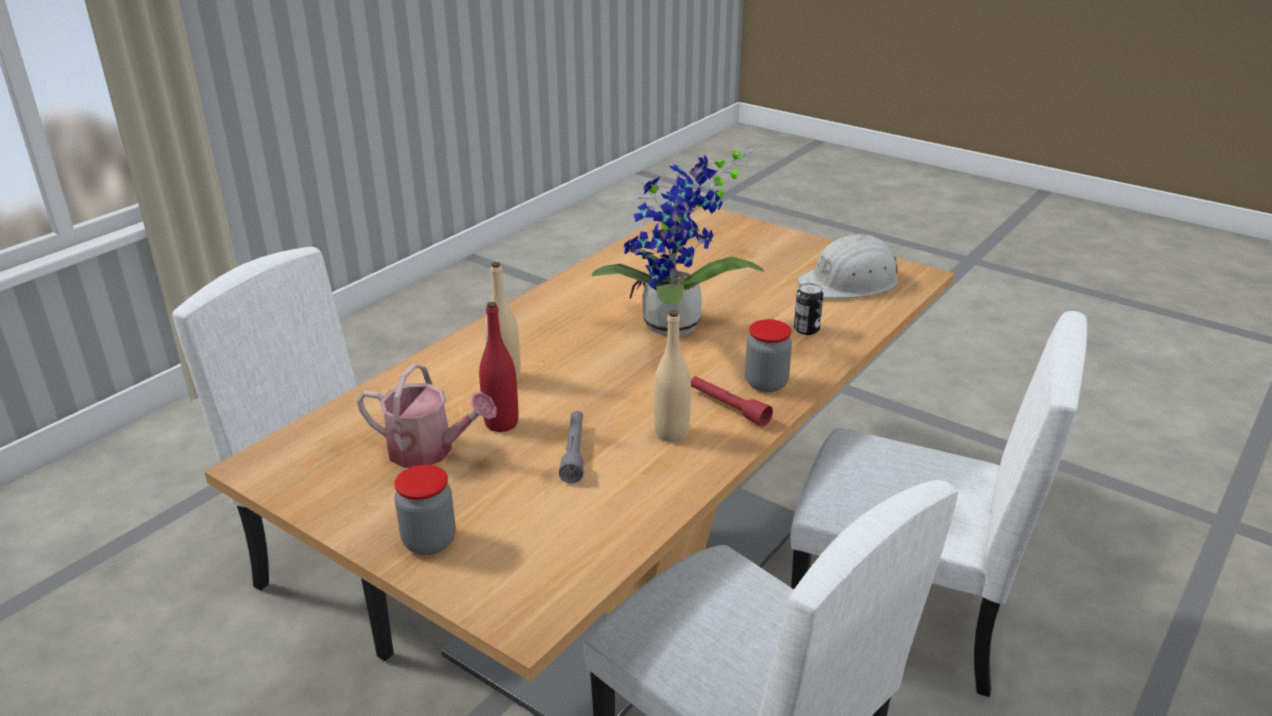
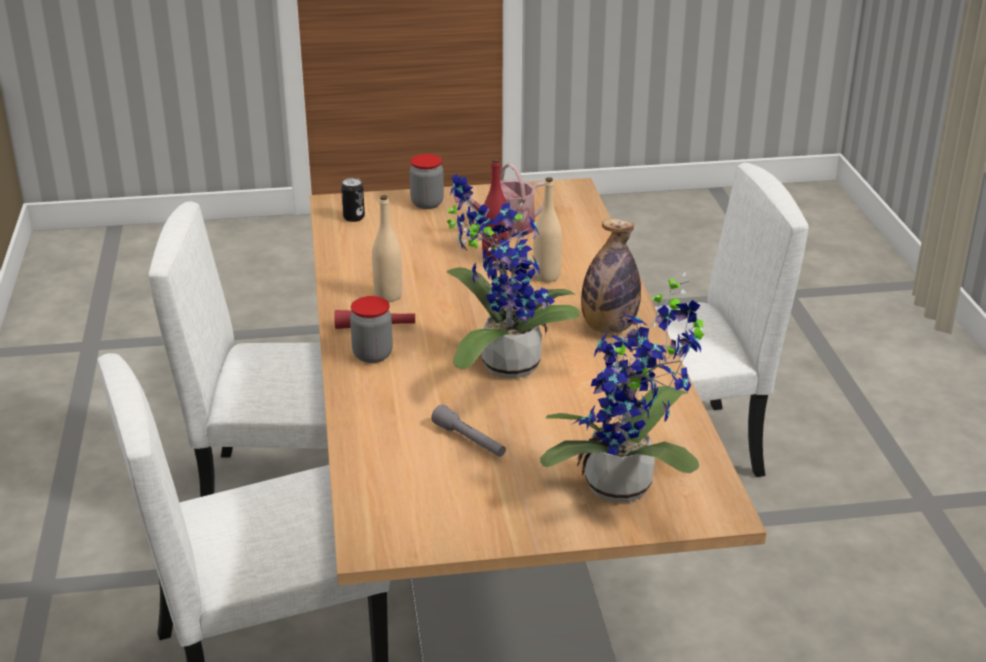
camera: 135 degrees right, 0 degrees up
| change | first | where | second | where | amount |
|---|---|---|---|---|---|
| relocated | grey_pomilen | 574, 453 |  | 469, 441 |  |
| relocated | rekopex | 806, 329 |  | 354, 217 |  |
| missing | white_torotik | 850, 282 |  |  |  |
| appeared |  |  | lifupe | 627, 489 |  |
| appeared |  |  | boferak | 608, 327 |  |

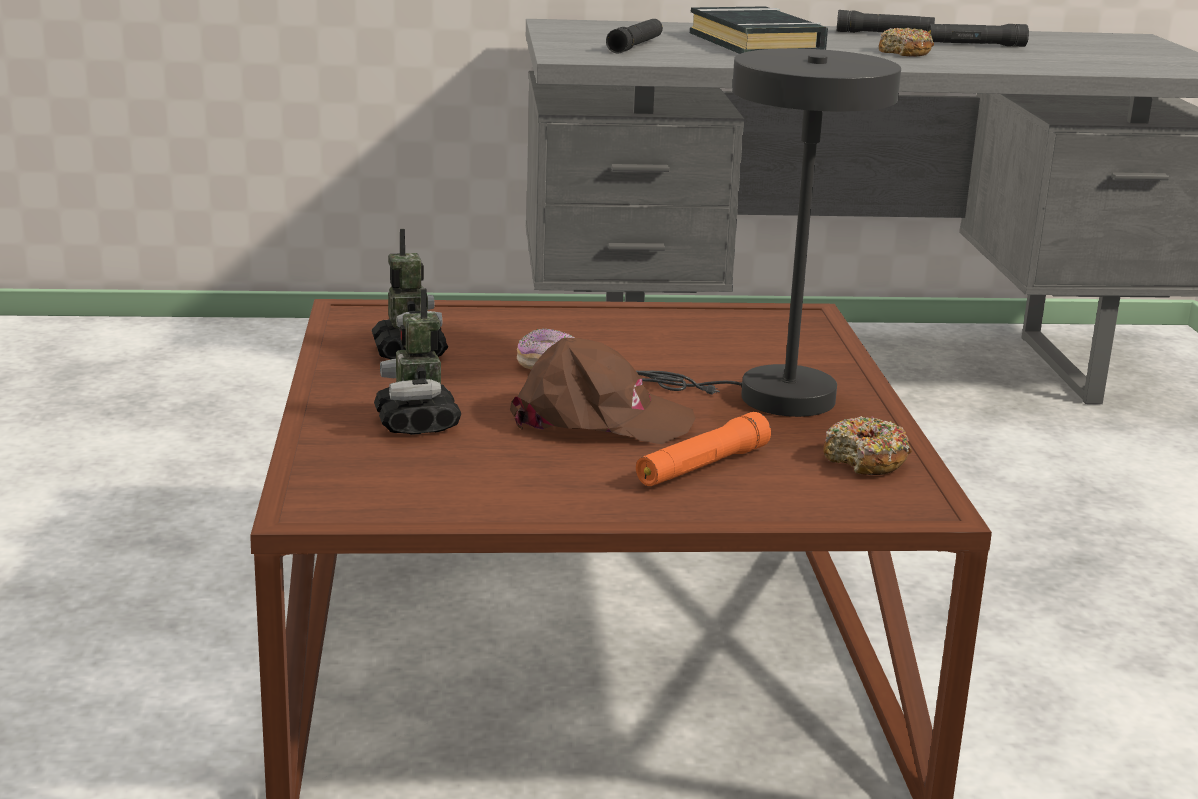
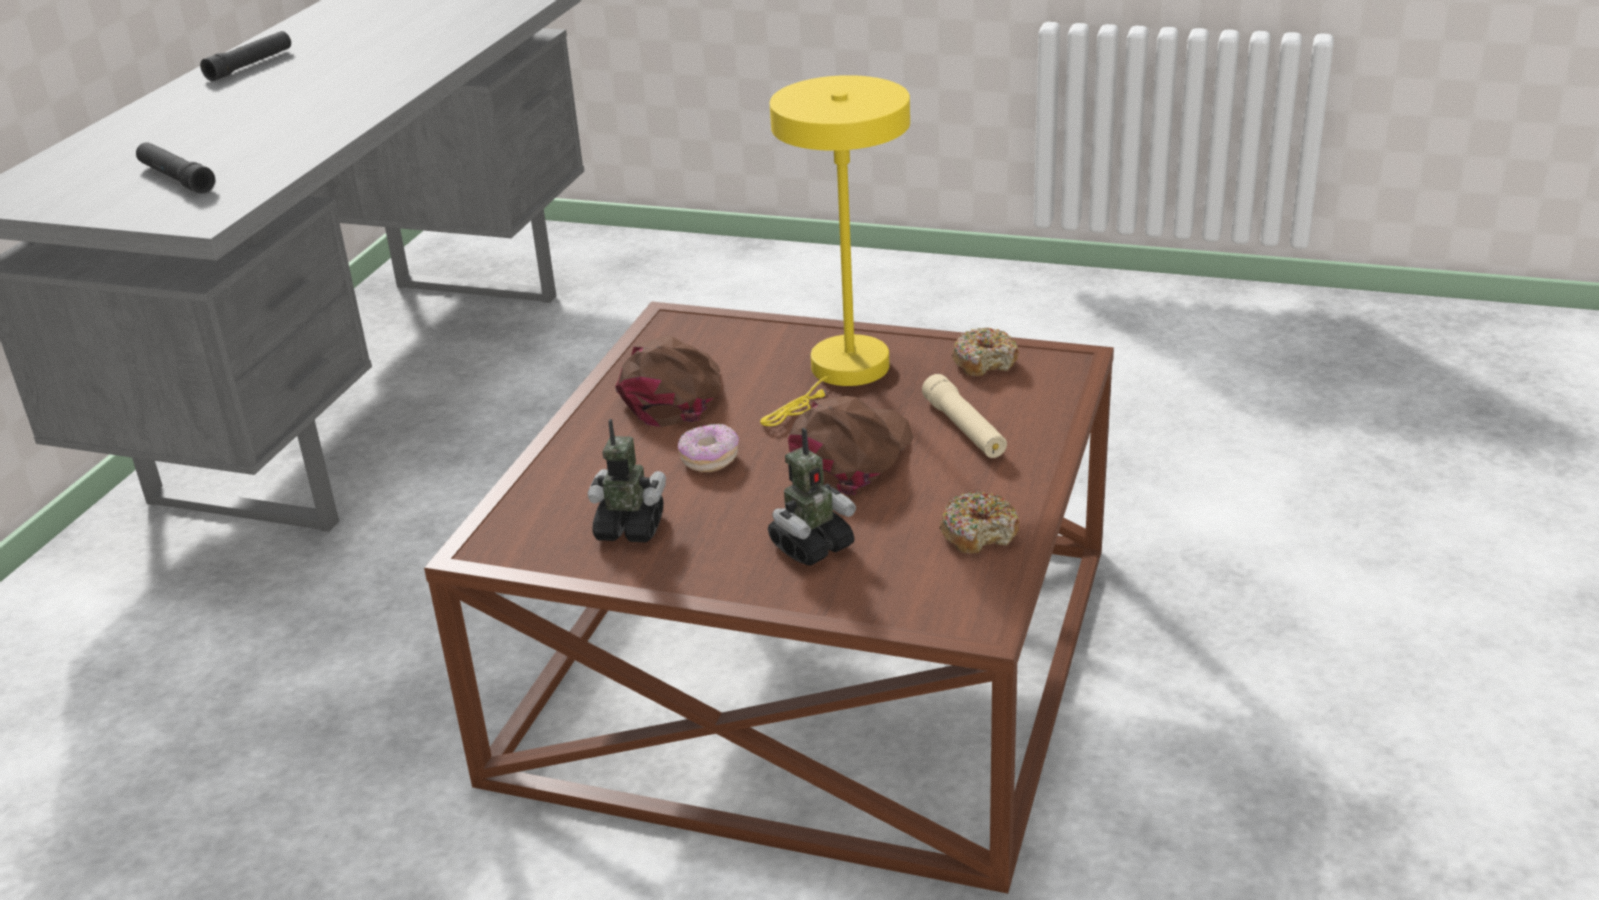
camera: 65 degrees left, 10 degrees up
| change | first | where | second | where | amount |
|---|---|---|---|---|---|
| spun | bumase | 417, 423 |  | 811, 546 | 45 degrees counterclockwise |
| colour | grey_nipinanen | 769, 397 | yellow_nipinanen | 842, 374 |  |
| colour | orange_pomilen | 702, 466 | beige_pomilen | 964, 429 |  |
| missing | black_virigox | 757, 43 |  |  |  |
| relocated | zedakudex | 905, 52 |  | 979, 533 |  |
| missing | black_pomilen | 975, 45 |  |  |  |
| appeared |  |  | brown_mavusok | 673, 392 |  |

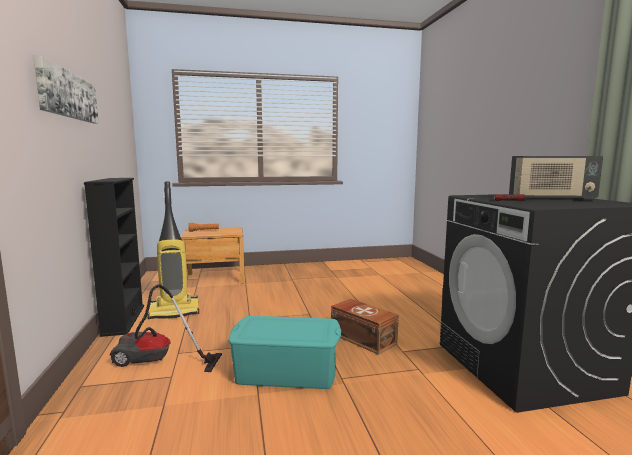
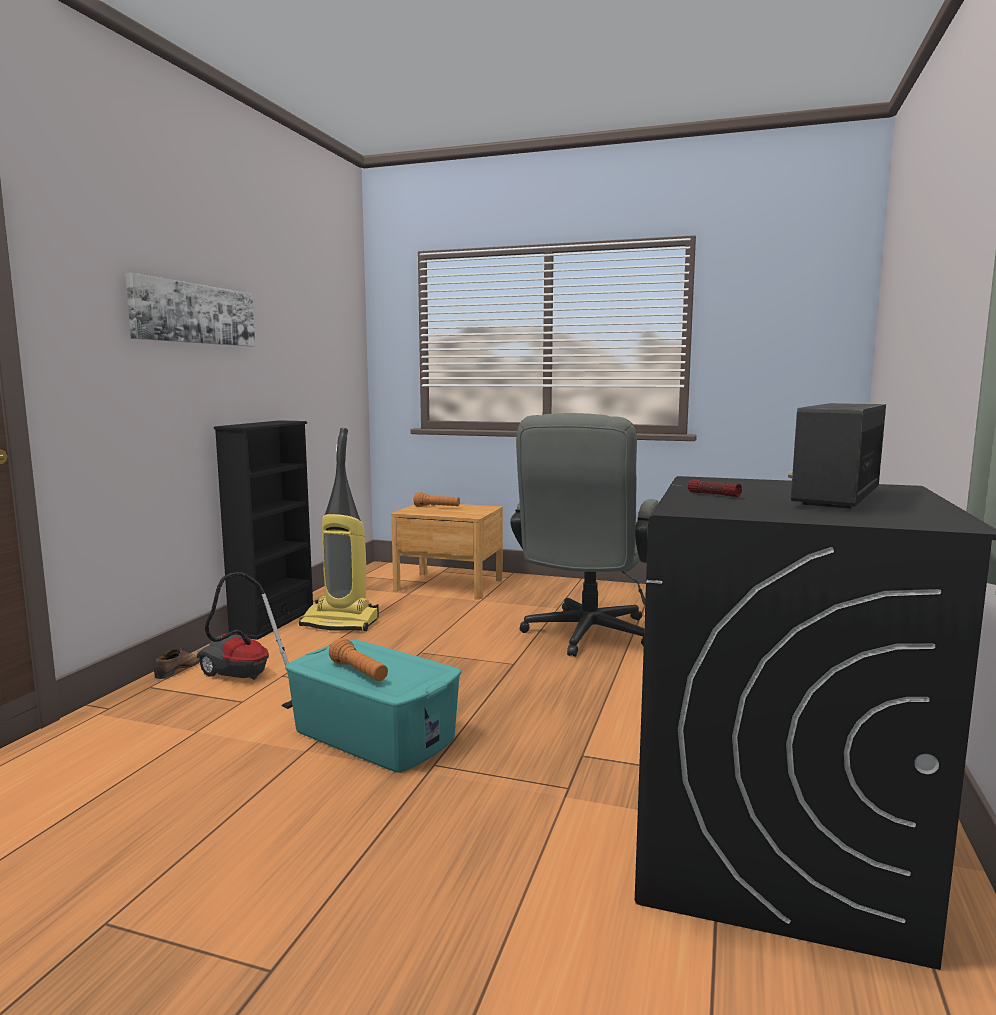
camera: 30 degrees right, 0 degrees up
| change | first | where | second | where | amount |
|---|---|---|---|---|---|
| missing | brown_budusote | 363, 338 |  |  |  |
| spun | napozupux | 551, 199 |  | 835, 498 | 90 degrees clockwise |
| appeared |  |  | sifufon | 180, 669 |  |
| appeared |  |  | orange_pomilen | 359, 673 |  |
| appeared |  |  | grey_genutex | 584, 637 |  |

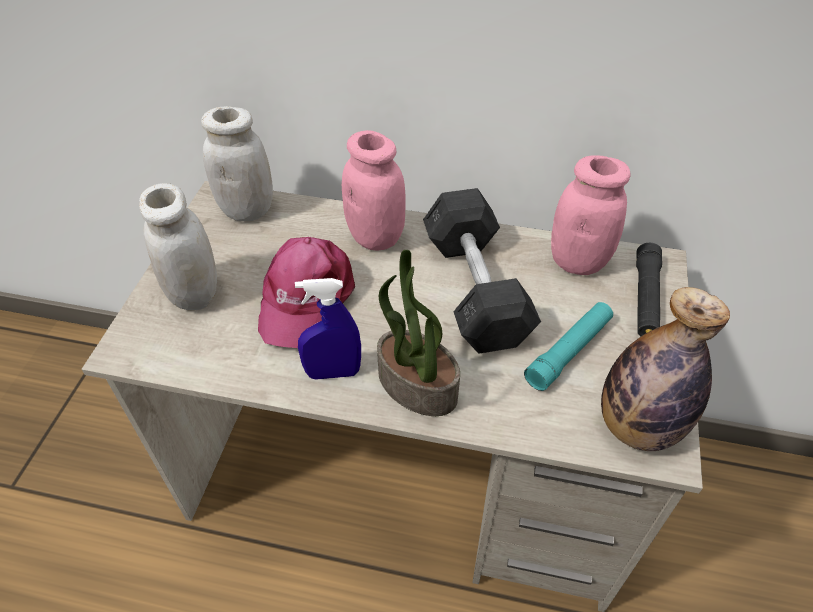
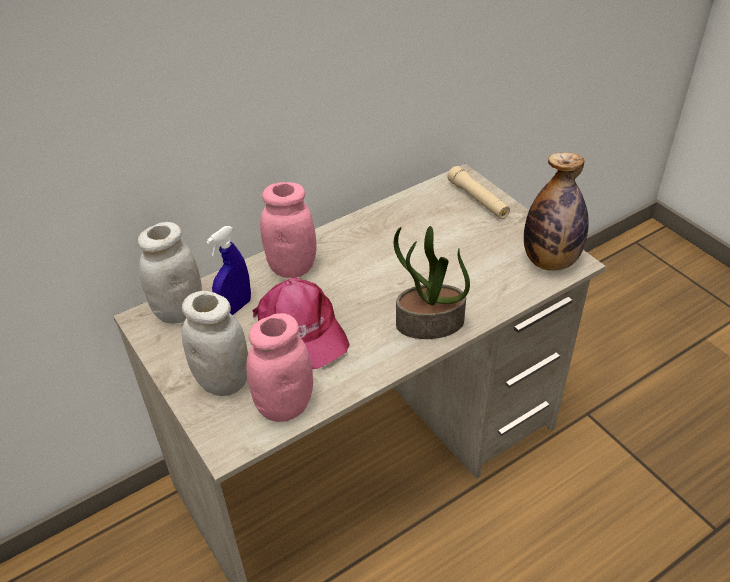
camera: 45 degrees left, 5 degrees down
| change | first | where | second | where | amount |
|---|---|---|---|---|---|
| relocated | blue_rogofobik | 333, 372 |  | 235, 308 |  |
| missing | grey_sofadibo | 475, 289 |  |  |  |
| missing | turquoise_pomilen | 569, 351 |  |  |  |
| relocated | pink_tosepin | 578, 261 |  | 284, 406 |  |
| colour | black_pomilen | 645, 298 | beige_pomilen | 478, 199 |  |

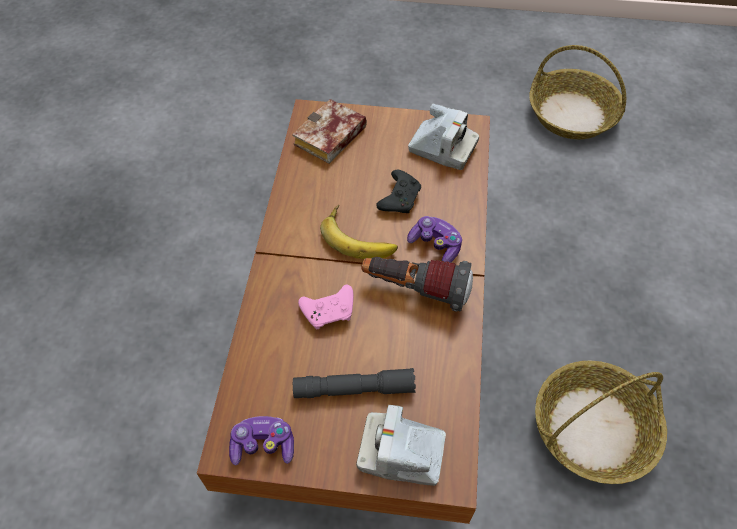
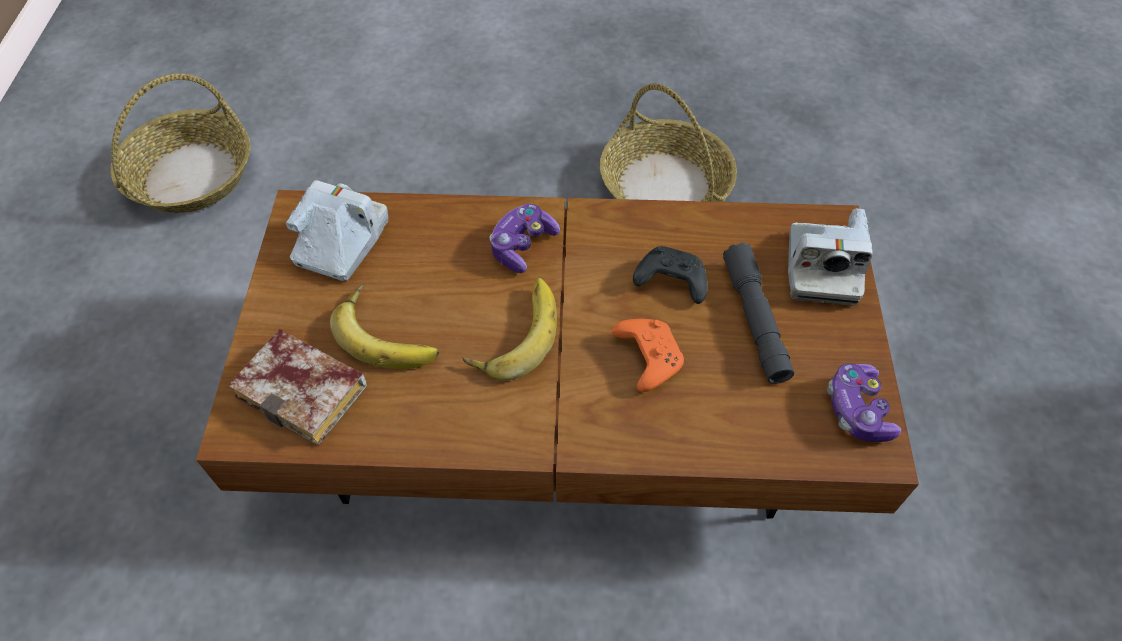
camera: 95 degrees left, 0 degrees up
| change | first | where | second | where | amount |
|---|---|---|---|---|---|
| colour | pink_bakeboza | 330, 311 | orange_bakeboza | 646, 357 |  |
| missing | pomilen | 415, 290 |  |  |  |
| relocated | black_bakeboza | 399, 198 |  | 669, 281 |  |
| appeared |  |  | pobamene | 389, 333 |  |

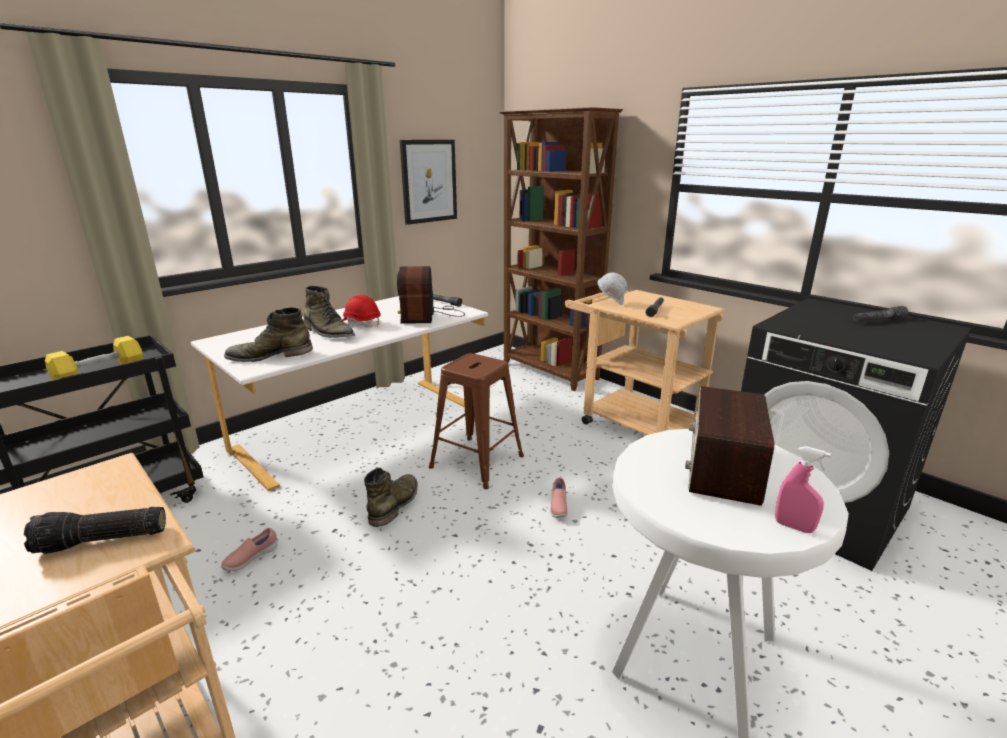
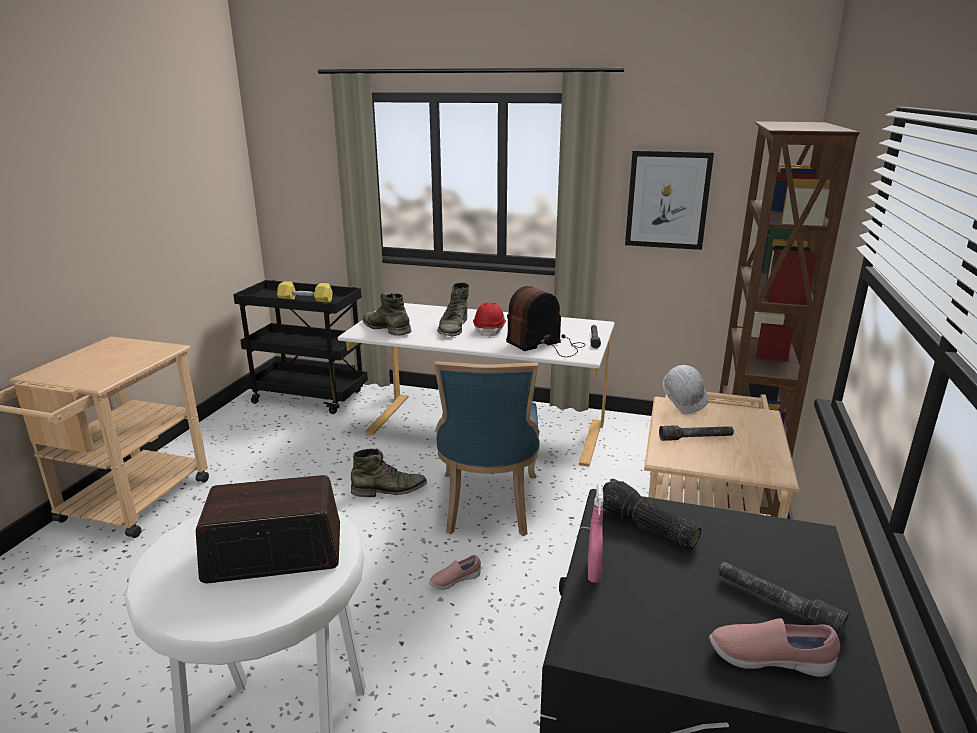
camera: 60 degrees right, 0 degrees up
| change | first | where | second | where | amount |
|---|---|---|---|---|---|
| relocated | pomilen | 101, 542 |  | 645, 527 |  |
| relocated | pink_sifufon | 251, 558 |  | 768, 660 |  |
| exchanged | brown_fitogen | 477, 462 | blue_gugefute | 488, 506 |  |
| relocated | pink_rogofobik | 793, 527 |  | 593, 572 |  |

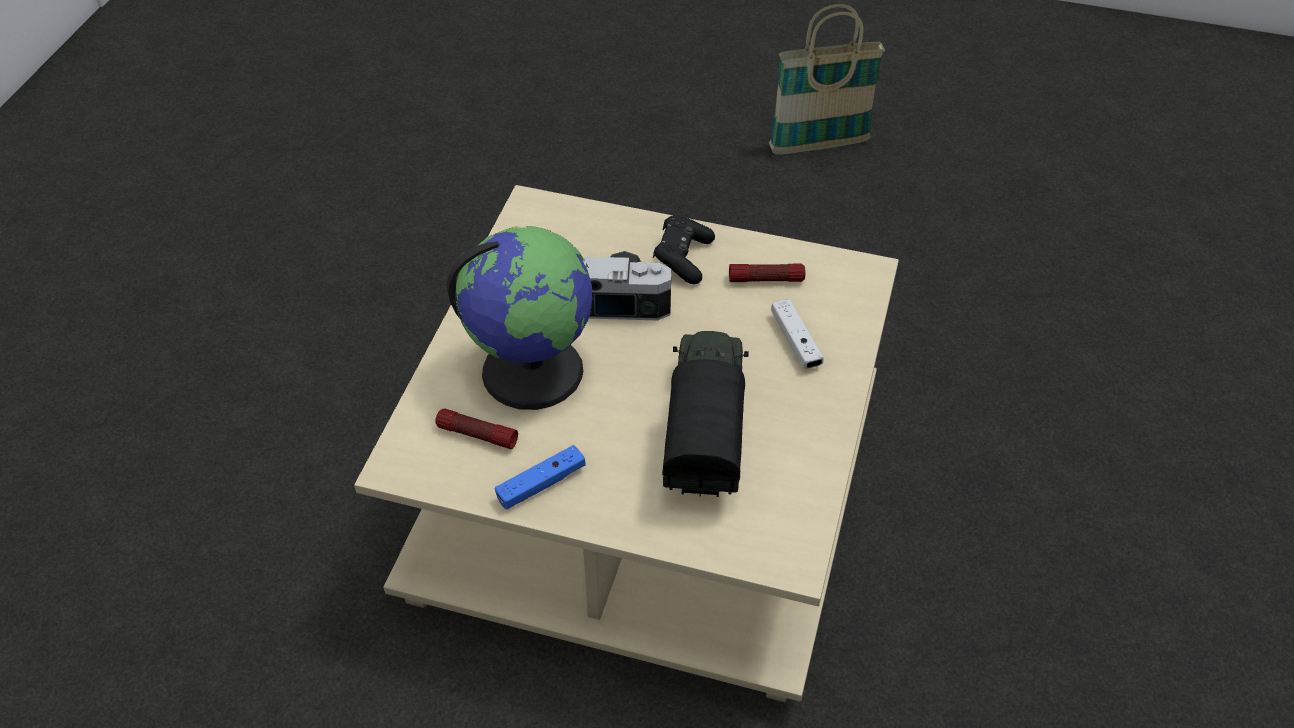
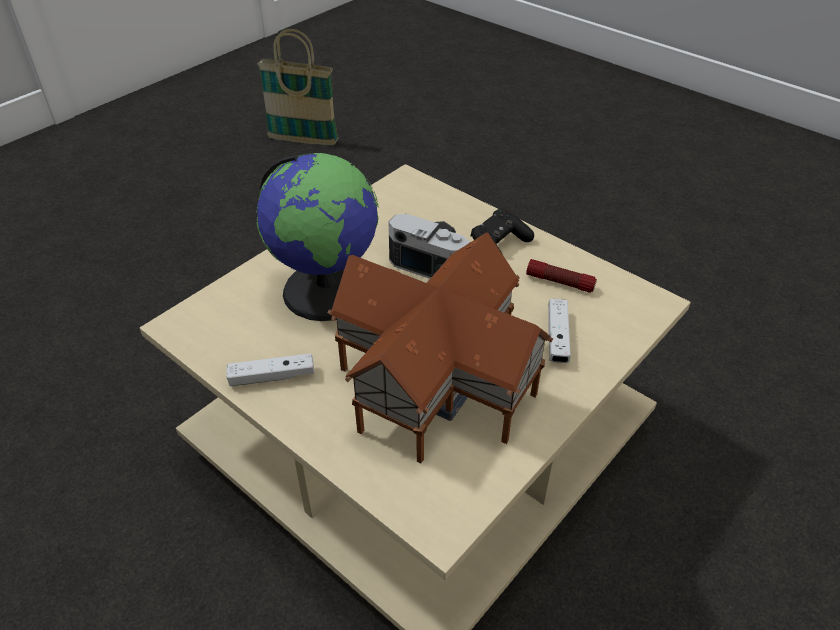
camera: 25 degrees right, 5 degrees down
| change | first | where | second | where | amount |
|---|---|---|---|---|---|
| missing | pomilen | 477, 435 |  |  |  |
| colour | blue_bakeboza | 541, 484 | white_bakeboza | 272, 377 |  |
| exchanged | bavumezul | 705, 431 | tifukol | 433, 382 |  |
| relocated | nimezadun | 819, 145 |  | 303, 140 |  |

